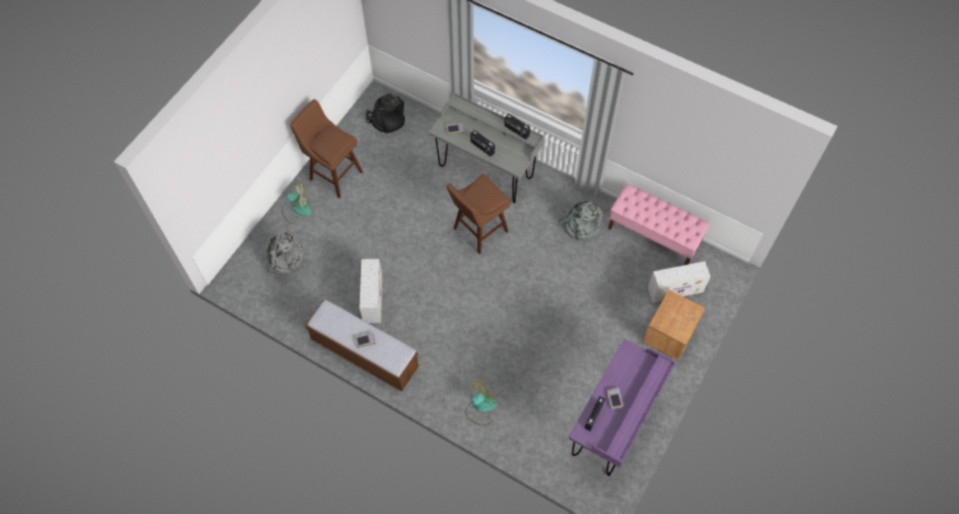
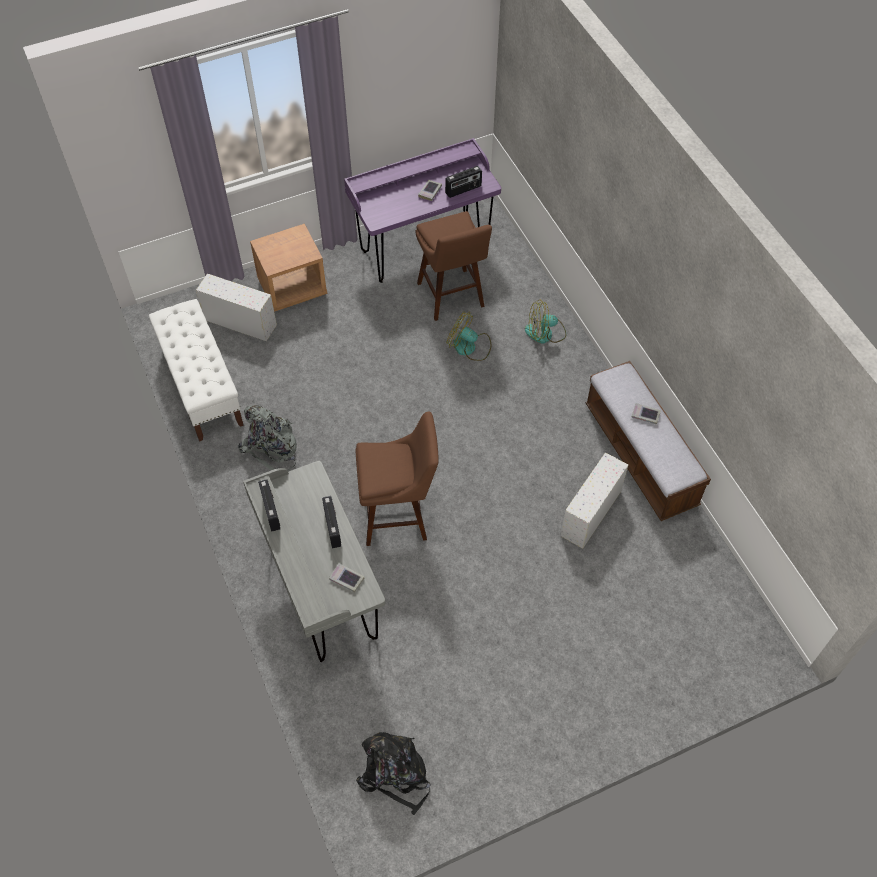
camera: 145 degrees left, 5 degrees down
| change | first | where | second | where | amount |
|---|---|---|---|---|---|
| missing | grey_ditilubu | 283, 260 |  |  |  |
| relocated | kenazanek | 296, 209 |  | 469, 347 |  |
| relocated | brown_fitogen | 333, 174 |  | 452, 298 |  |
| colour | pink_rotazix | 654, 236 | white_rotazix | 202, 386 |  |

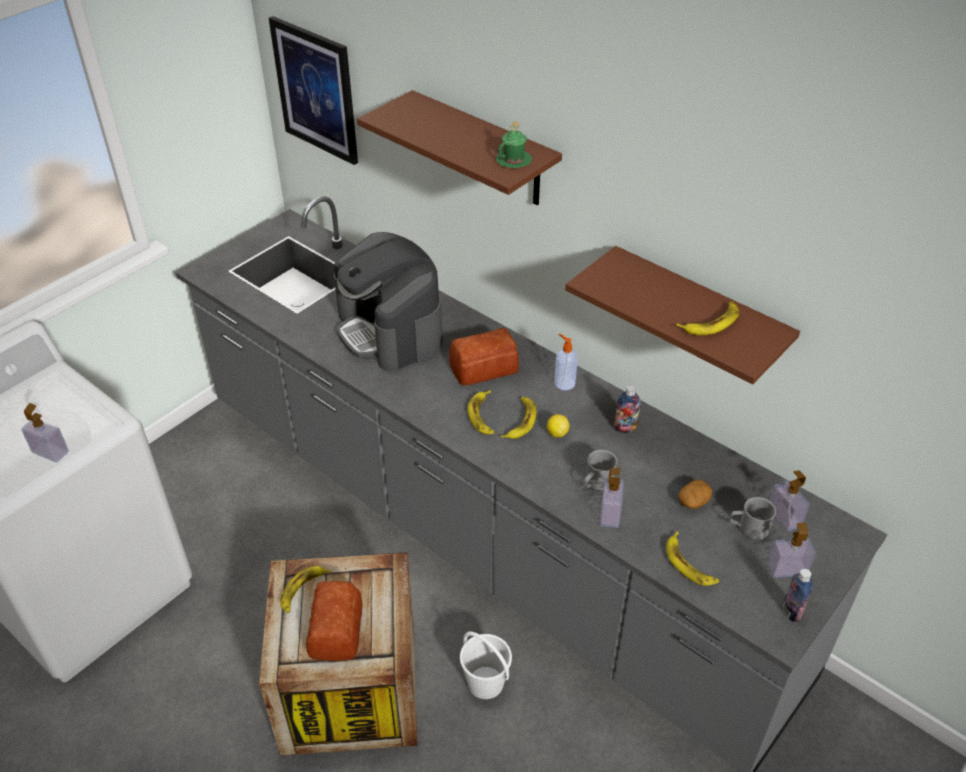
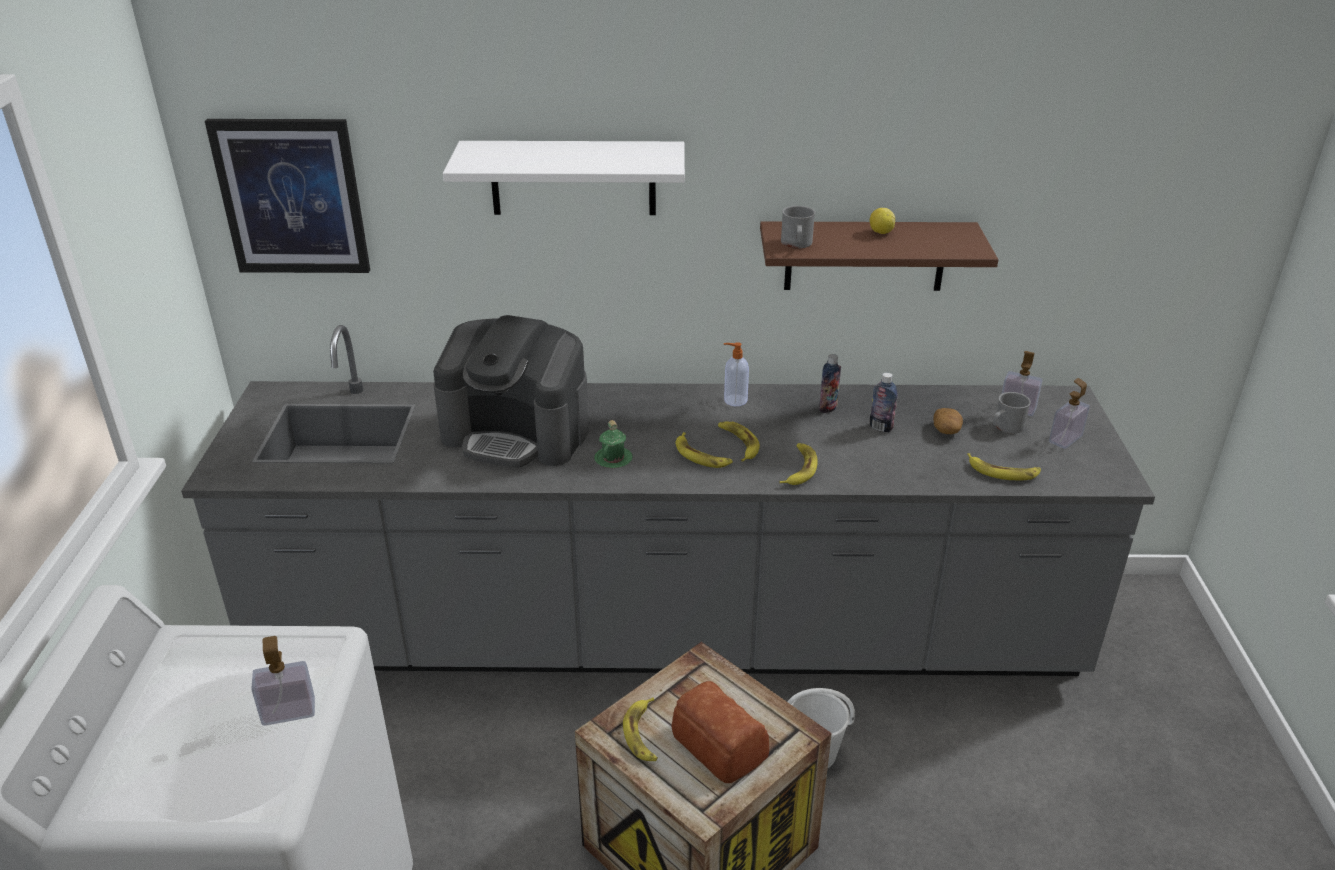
camera: 40 degrees left, 10 degrees down
| change | first | where | second | where | amount |
|---|---|---|---|---|---|
| colour | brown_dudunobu | 483, 150 | white_dudunobu | 573, 178 |  |
| missing | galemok | 485, 367 |  |  |  |
| relocated | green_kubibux | 513, 160 |  | 613, 459 |  |
| relocated | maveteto | 557, 433 |  | 880, 232 |  |
| relocated | grey_kubibux | 596, 483 |  | 796, 244 |  |
| missing | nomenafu | 610, 514 |  |  |  |
| relocated | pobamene | 711, 323 |  | 799, 468 |  |
| relocated | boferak | 791, 612 |  | 880, 427 |  |

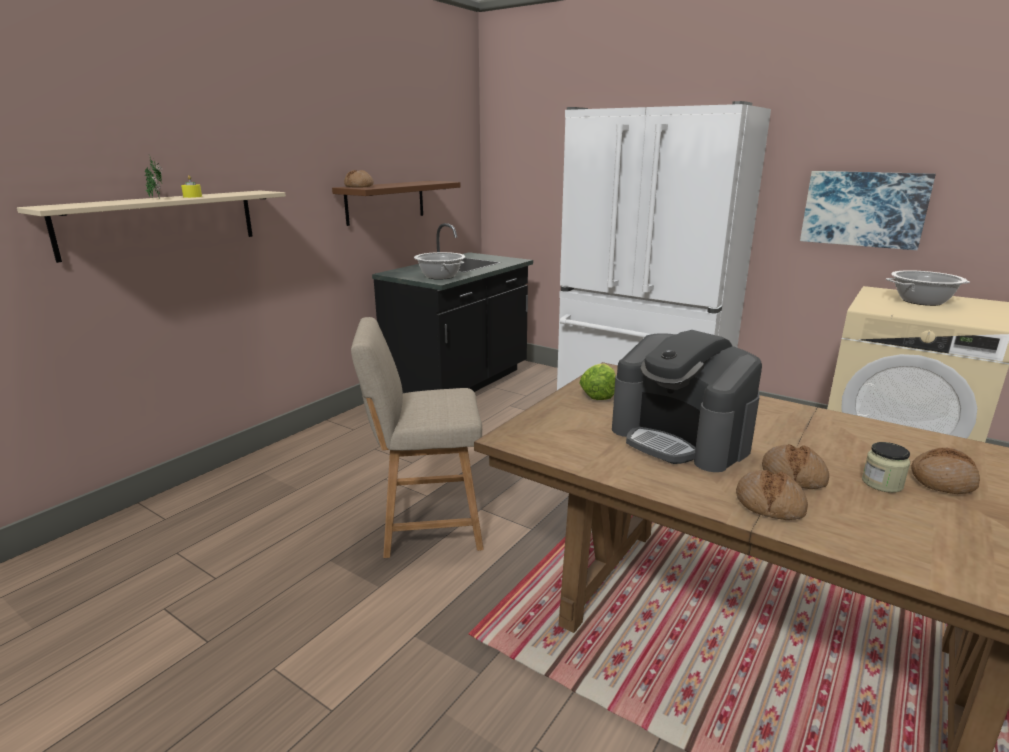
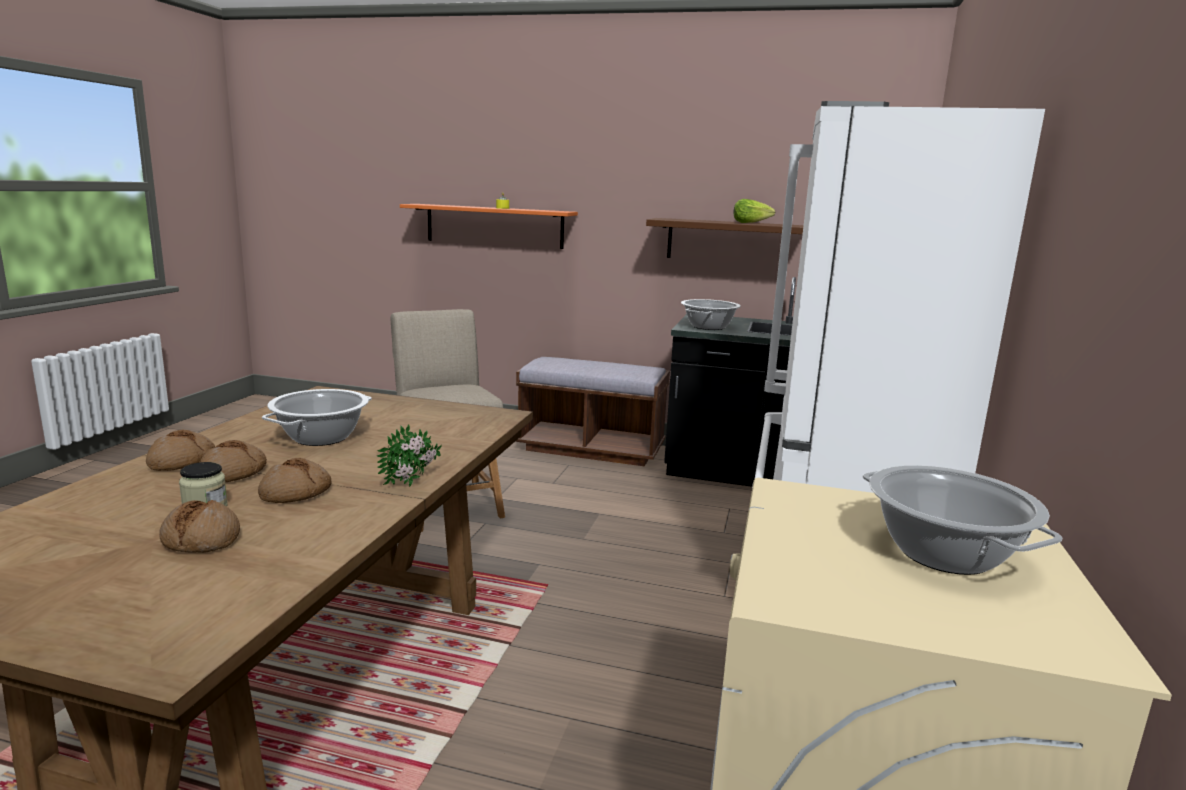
camera: 70 degrees right, 5 degrees down
| change | first | where | second | where | amount |
|---|---|---|---|---|---|
| colour | beige_dudunobu | 161, 223 | orange_dudunobu | 494, 226 |  |
| relocated | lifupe | 156, 199 |  | 413, 483 |  |
| relocated | galemok | 359, 186 |  | 295, 493 |  |
| relocated | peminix | 598, 394 |  | 750, 223 |  |
| exchanged | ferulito | 680, 439 | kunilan | 321, 437 |  |
| missing | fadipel | 864, 209 |  |  |  |
| appeared |  |  | brown_rotazix | 591, 449 |  |

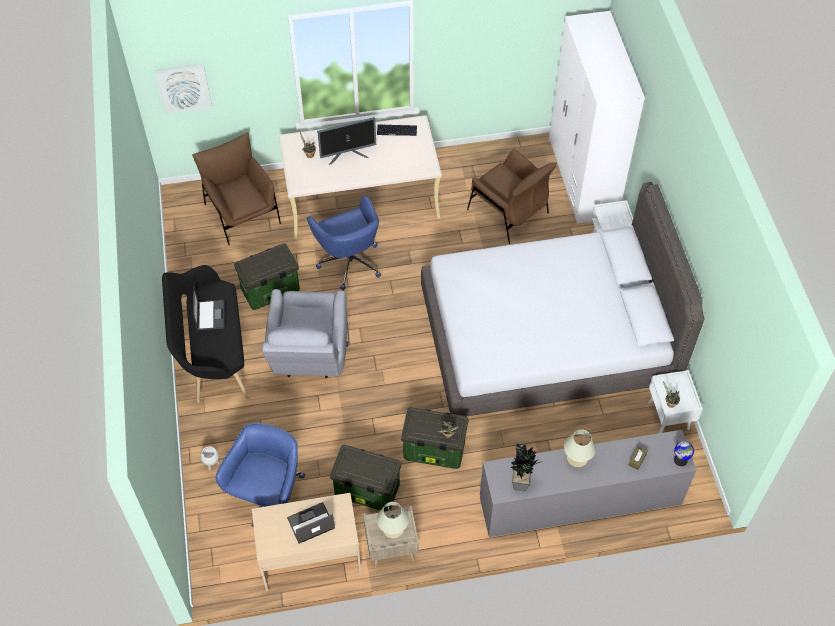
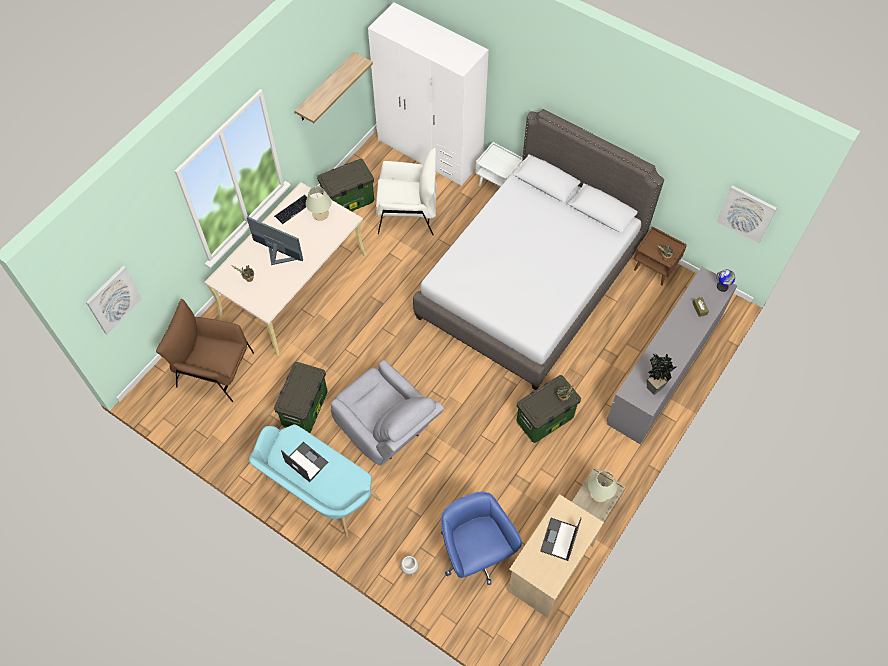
camera: 45 degrees left, 5 degrees up
| change | first | where | second | where | amount |
|---|---|---|---|---|---|
| colour | black_rotazix | 213, 355 | turquoise_rotazix | 318, 493 |  |
| missing | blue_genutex | 349, 261 |  |  |  |
| spun | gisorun | 348, 155 |  | 278, 256 | 90 degrees counterclockwise |
| relocated | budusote | 366, 491 |  | 348, 202 |  |
| colour | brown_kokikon | 508, 212 | white_kokikon | 408, 213 |  |
| relocated | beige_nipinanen | 577, 458 |  | 320, 214 |  |
| colour | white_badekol | 669, 416 | brown_badekol | 654, 268 |  |
| appeared |  |  | dudunobu | 325, 88 |  |
| appeared |  |  | fadipel | 746, 213 |  |

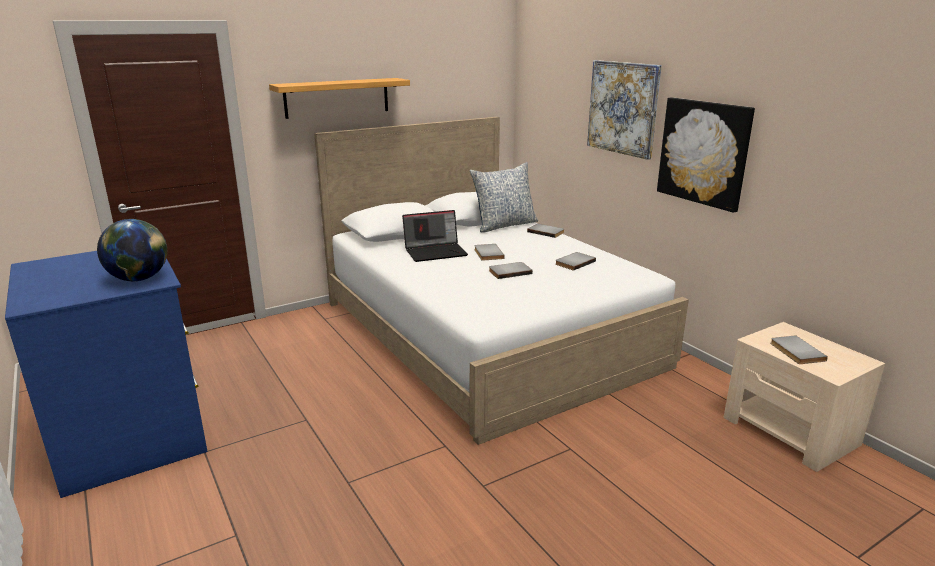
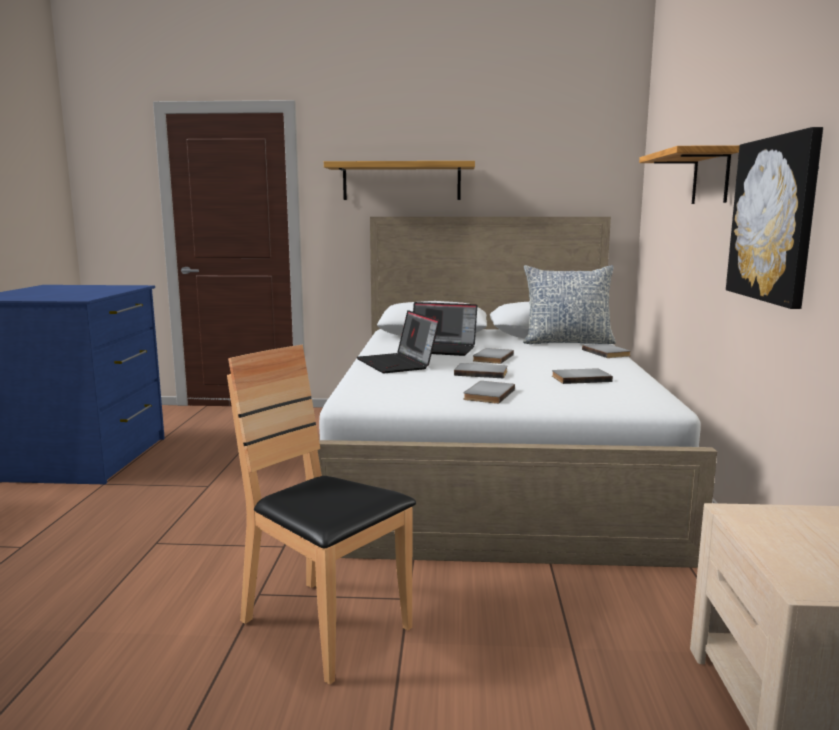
camera: 35 degrees right, 10 degrees down
| change | first | where | second | where | amount |
|---|---|---|---|---|---|
| missing | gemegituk | 139, 279 |  |  |  |
| exchanged | fadipel | 623, 108 | dudunobu | 711, 177 |  |
| relocated | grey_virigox | 795, 352 |  | 487, 394 |  |
| appeared |  |  | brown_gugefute | 324, 627 |  |
| appeared |  |  | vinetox | 398, 364 |  |

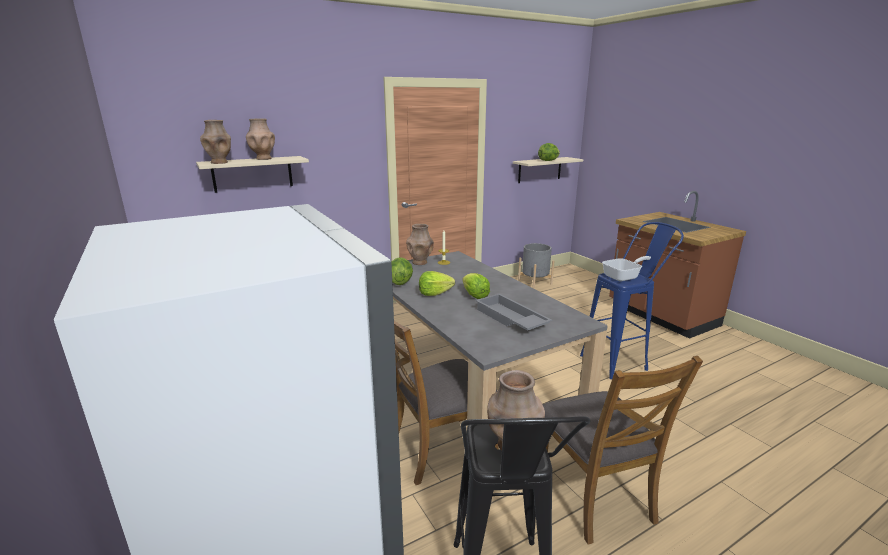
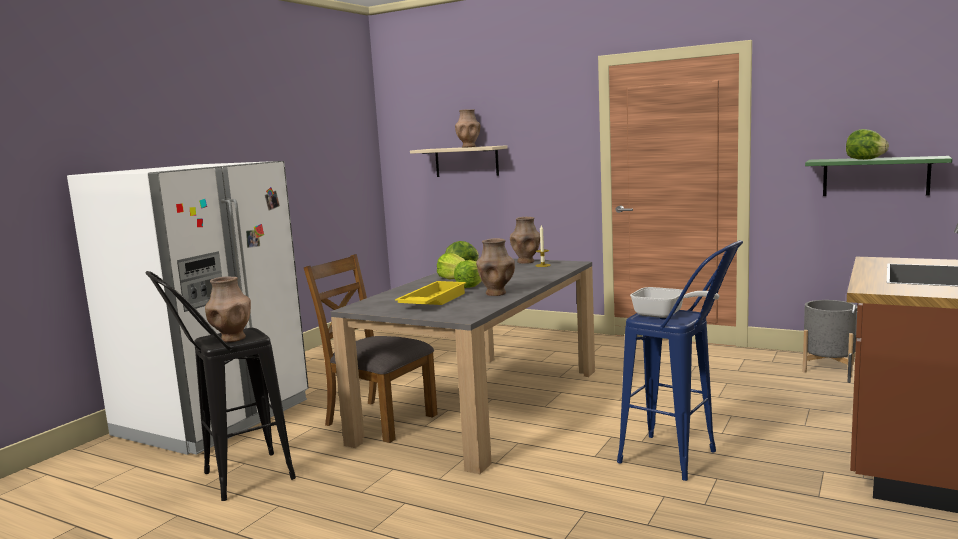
camera: 60 degrees right, 10 degrees down
| change | first | where | second | where | amount |
|---|---|---|---|---|---|
| relocated | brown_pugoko | 220, 162 |  | 496, 293 |  |
| colour | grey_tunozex | 510, 319 | yellow_tunozex | 432, 301 |  |
| colour | beige_dudunobu | 539, 170 | green_dudunobu | 875, 176 |  |
| missing | brown_gugefute | 594, 494 |  |  |  |

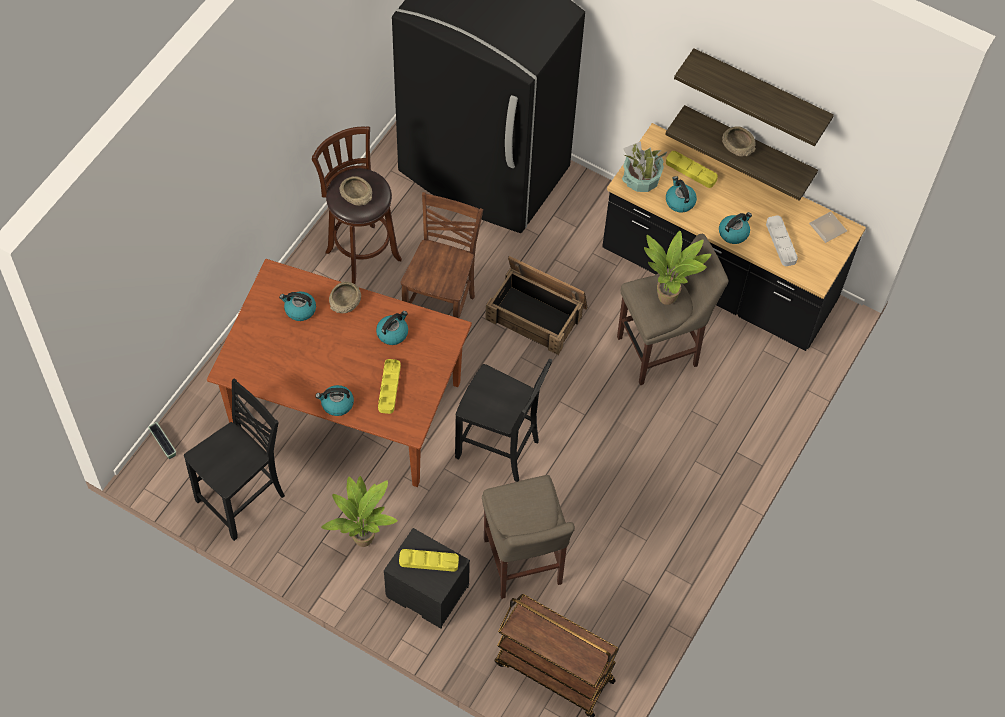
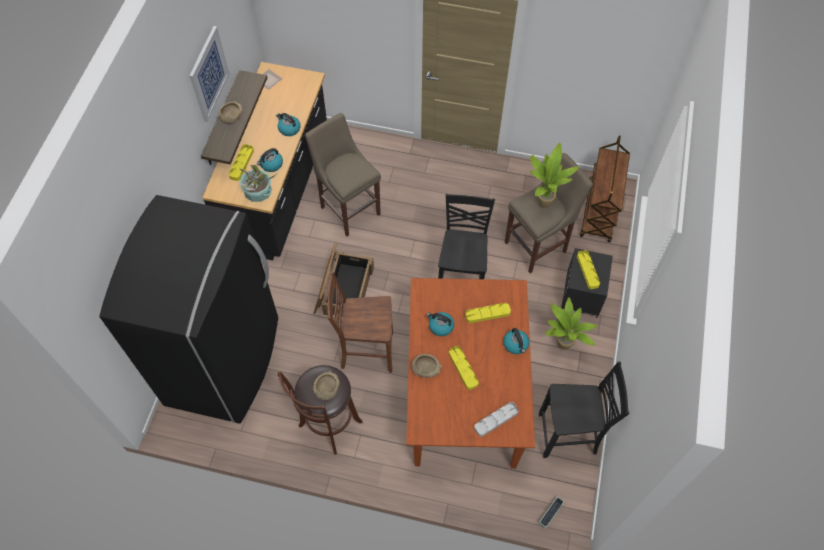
camera: 105 degrees left, 0 degrees up
| change | first | where | second | where | amount |
|---|---|---|---|---|---|
| spun | black_gugefute | 243, 499 |  | 569, 435 | 150 degrees clockwise |
| missing | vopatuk | 299, 310 |  |  |  |
| relocated | lifupe | 669, 297 |  | 542, 202 |  |
| exchanged | dudunobu | 760, 92 | fadipel | 208, 74 |  |
| relocated | grey_tunozex | 781, 242 |  | 496, 420 |  |
| appeared |  |  | yellow_tunozex | 463, 368 |  |

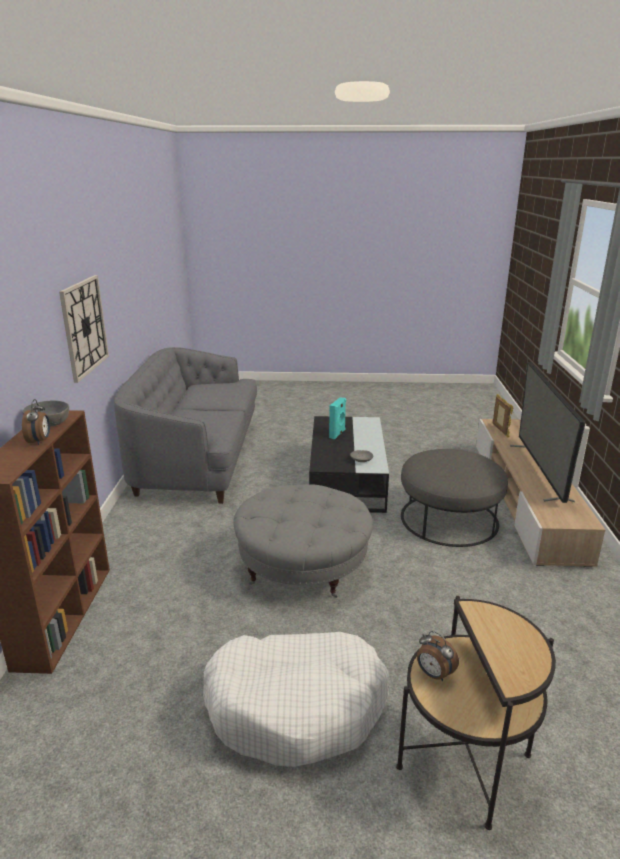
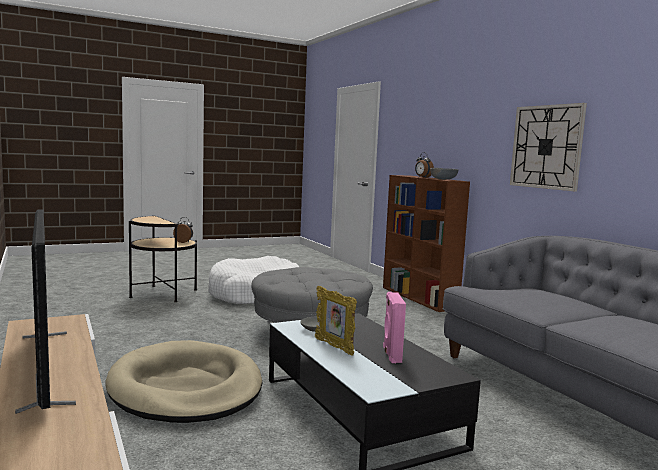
camera: 150 degrees right, 15 degrees down
| change | first | where | second | where | amount |
|---|---|---|---|---|---|
| colour | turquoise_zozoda | 337, 434 | pink_zozoda | 391, 355 |  |
| exchanged | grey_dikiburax | 449, 519 | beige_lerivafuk | 186, 388 |  |
| relocated | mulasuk | 499, 431 |  | 334, 347 |  |

